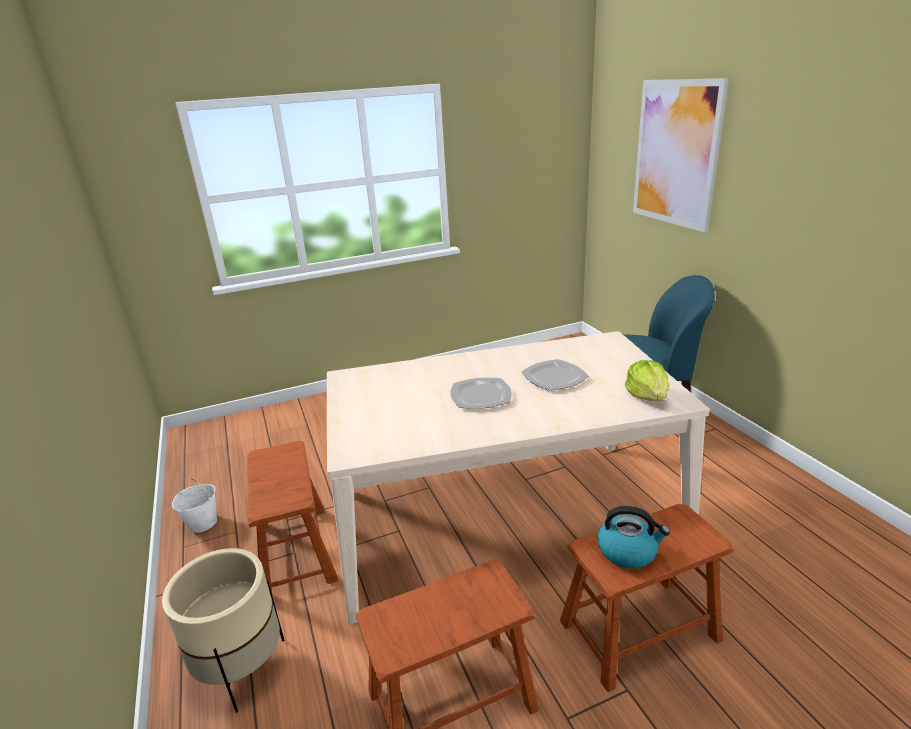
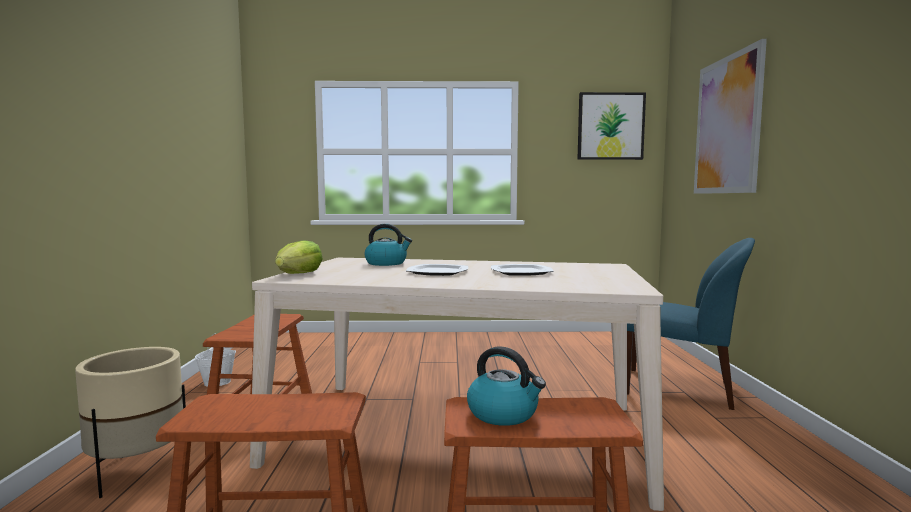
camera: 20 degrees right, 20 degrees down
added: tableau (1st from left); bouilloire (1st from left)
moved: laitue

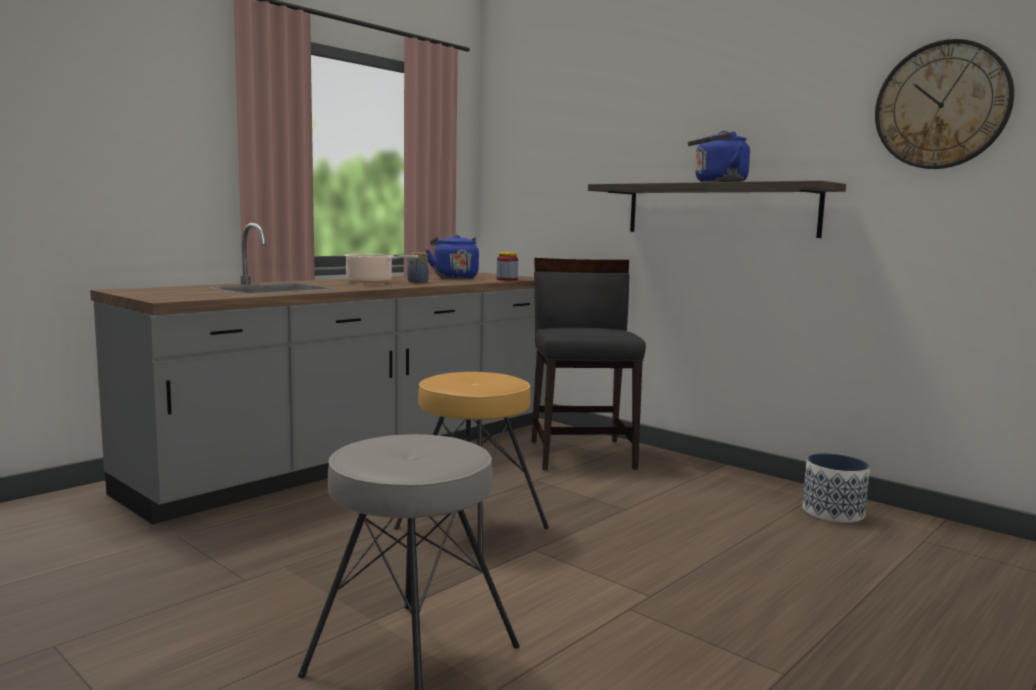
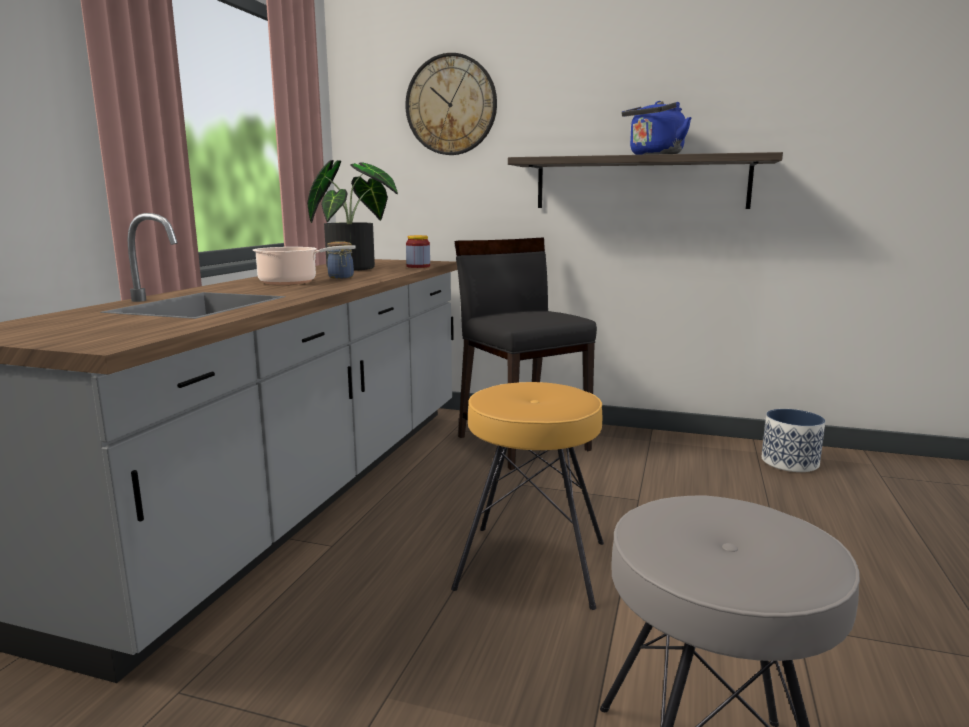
camera: 25 degrees left, 5 degrees up
moved: horloge murale
replaced: bouilloire [bleu] (1st from left) to plante en pot

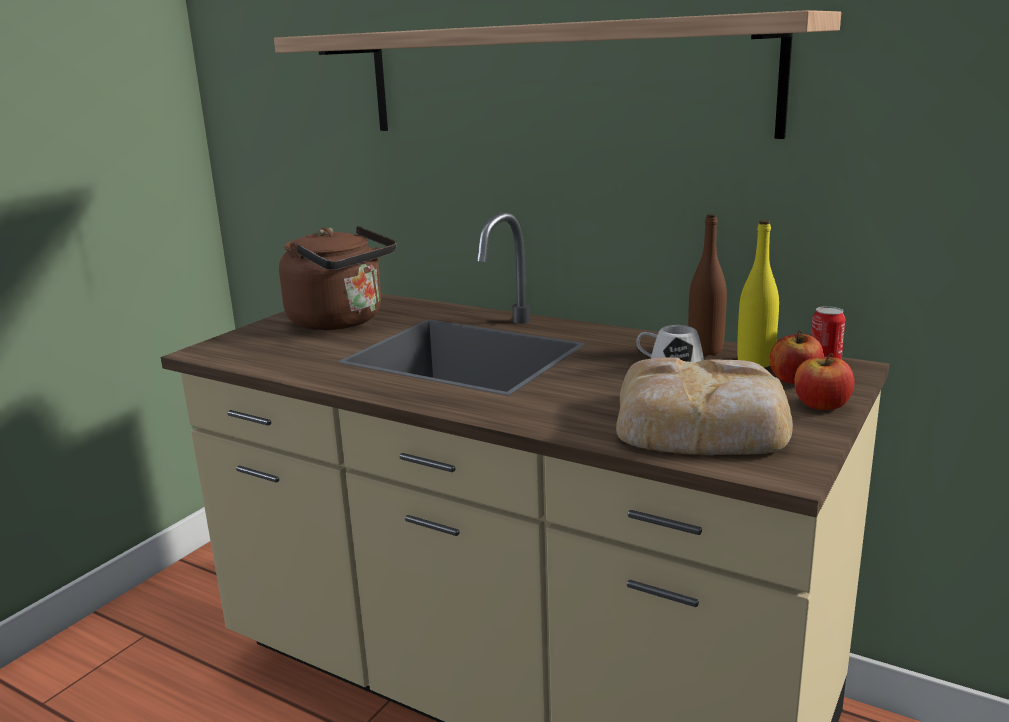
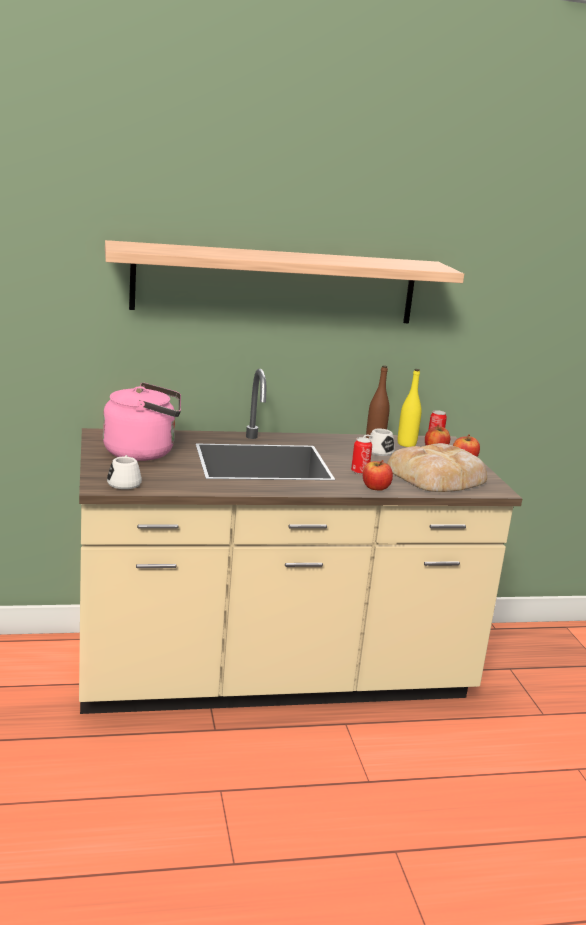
camera: 45 degrees left, 0 degrees up
added: boîte métallique (1st from left); mug [blanc] (1st from left); pomme (1st from left)
recoloured: bouilloire [marron] to bouilloire [rose]

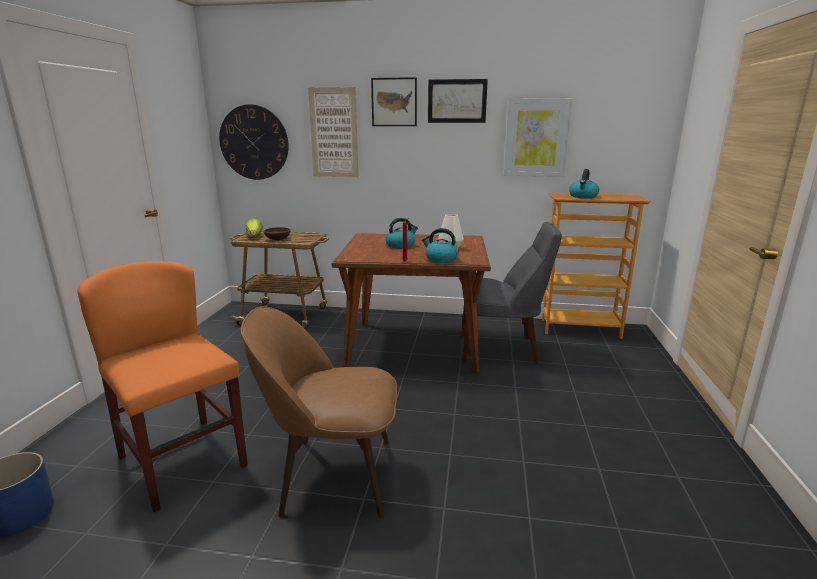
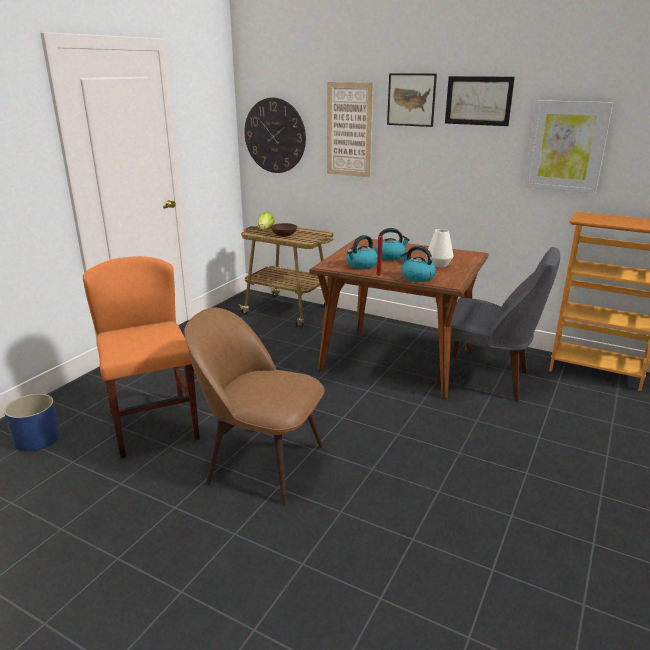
camera: 20 degrees right, 5 degrees up
moved: bouilloire (3rd from left in the first image) to bouilloire (1st from left)

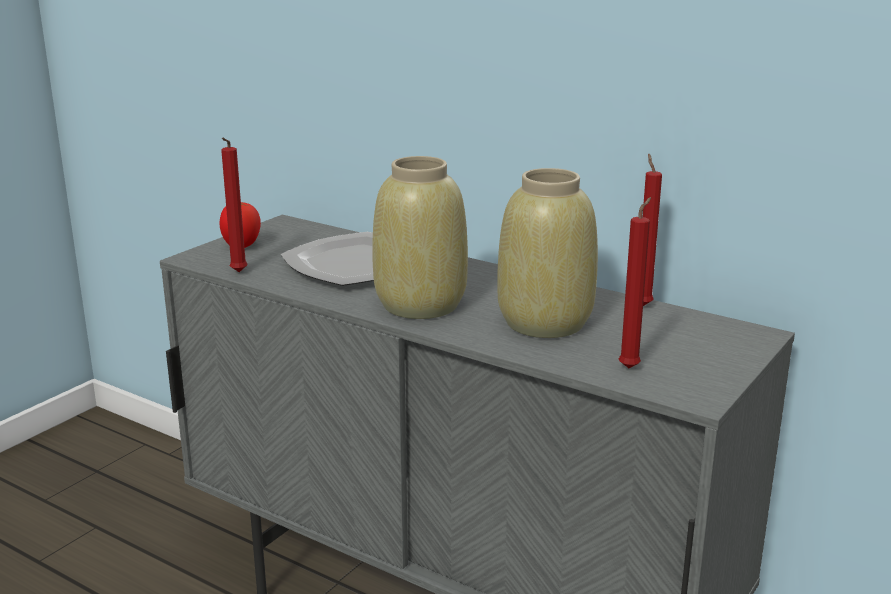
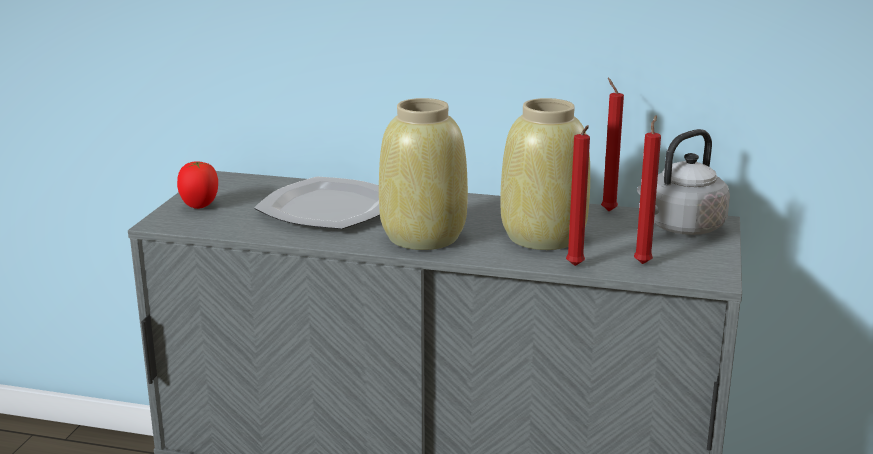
camera: 20 degrees left, 0 degrees up
added: bouilloire [gris]
moved: bougie [rouge] (1st from left)

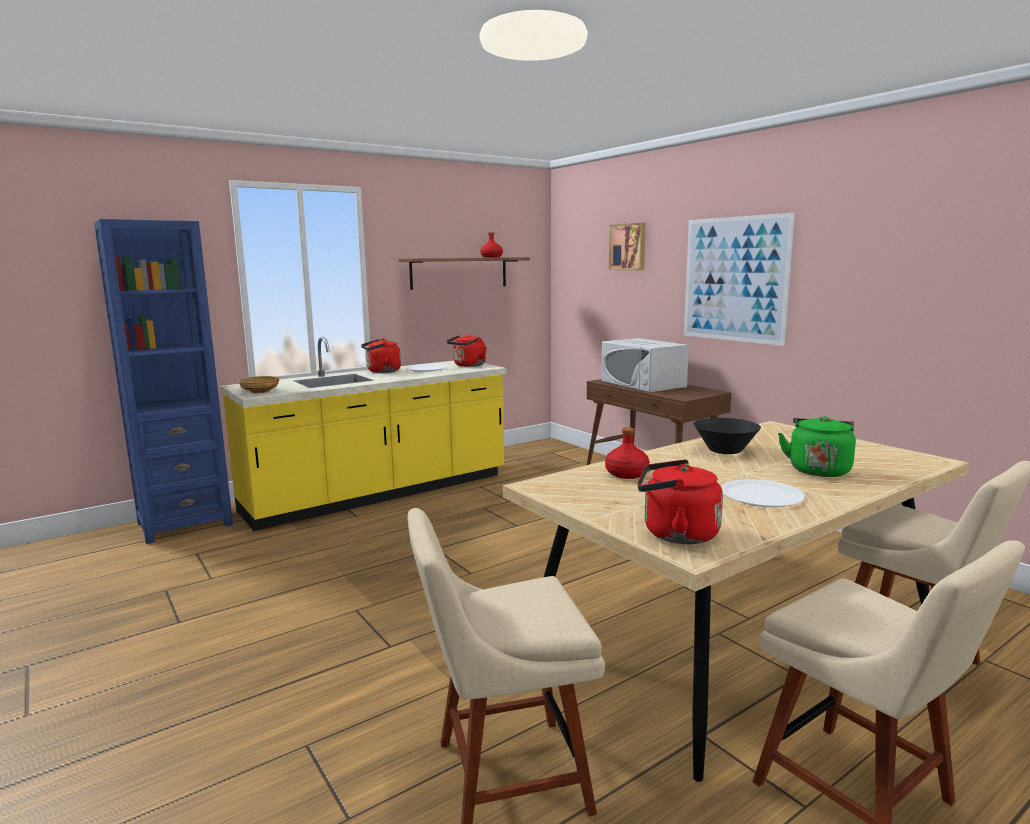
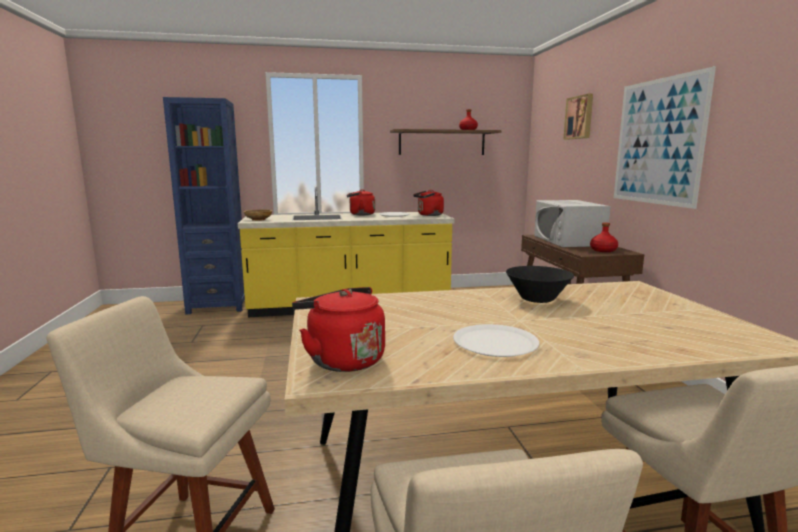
camera: 25 degrees right, 0 degrees up
removed: bouilloire [vert]
moved: bouteille [rouge] (2nd from left)

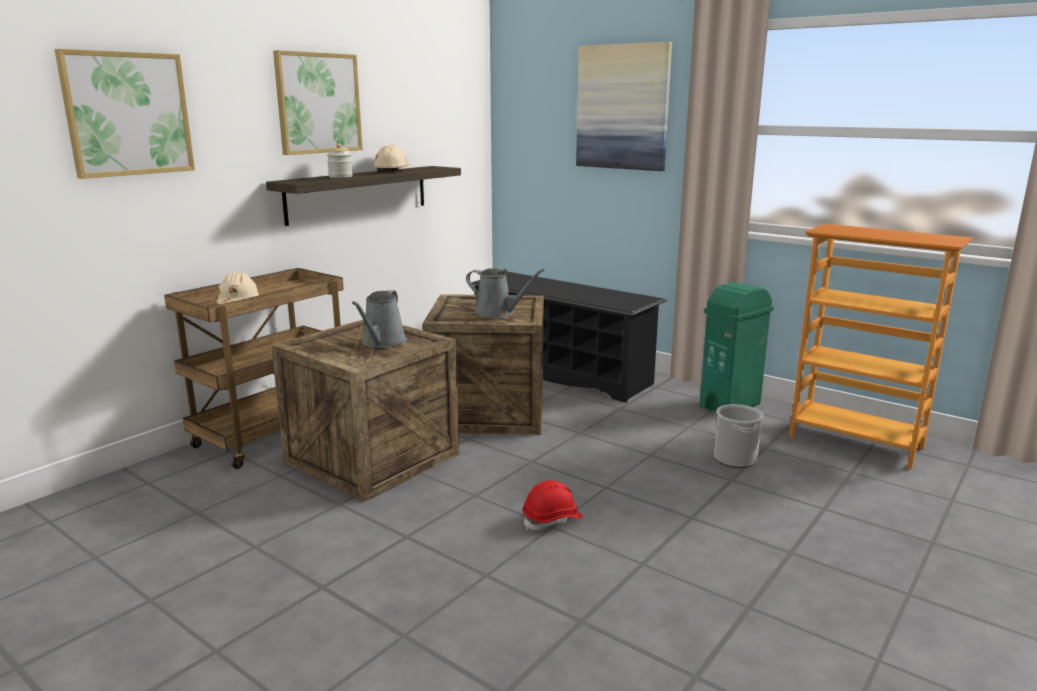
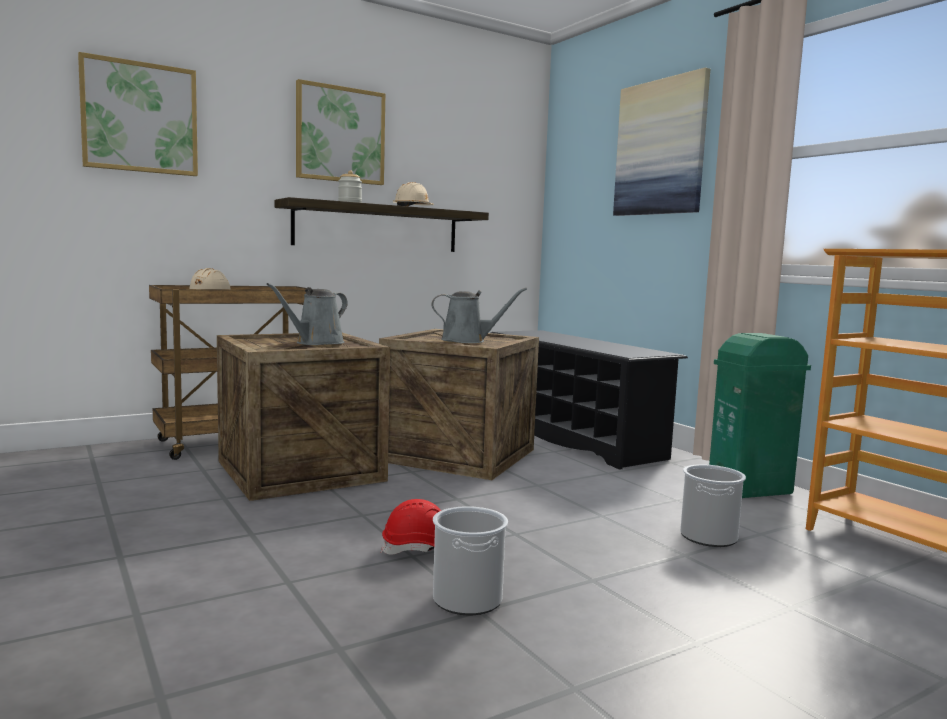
camera: 20 degrees right, 10 degrees down
added: seau (1st from left)
turned: arrosoir [gris] (2nd from left) 45 degrees counterclockwise

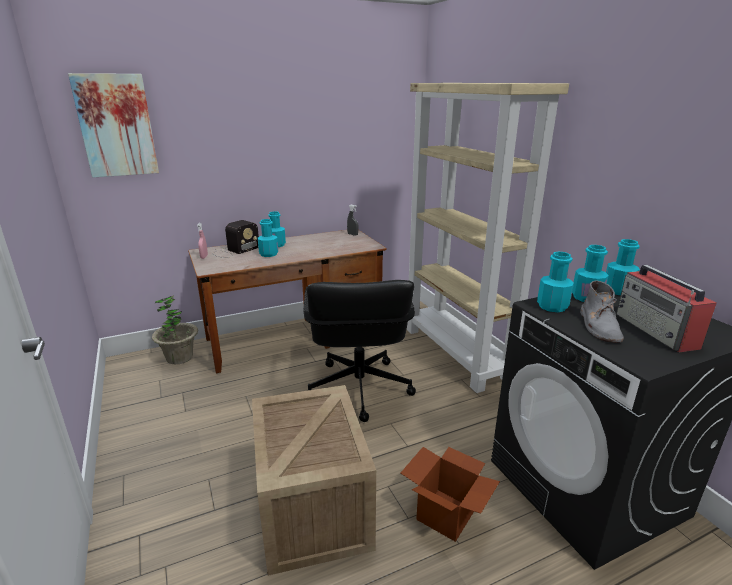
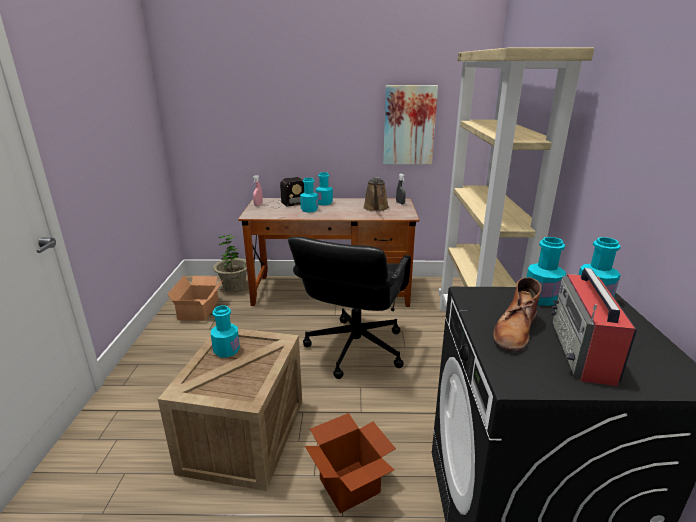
camera: 25 degrees right, 0 degrees up
added: arrosoir [marron]; carton (1st from left)
moved: tableau; bouteille [turquoise] (3rd from left in the first image) to bouteille [turquoise] (1st from left)
recoloured: botte [gris] to botte [marron]

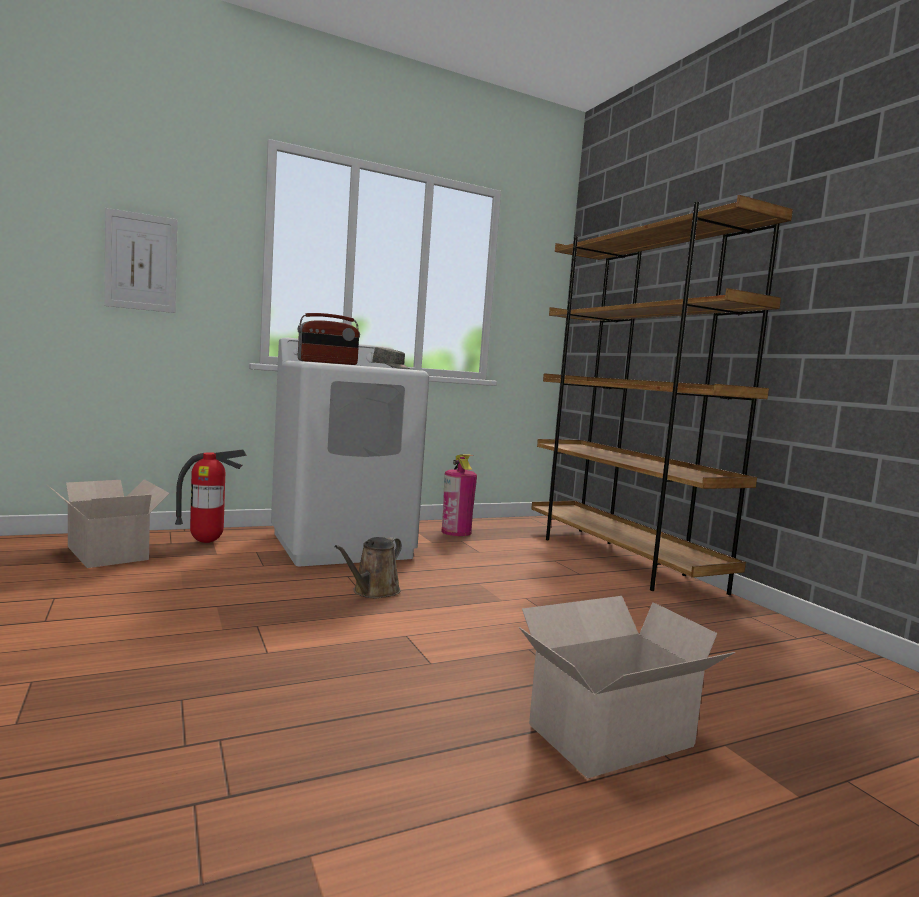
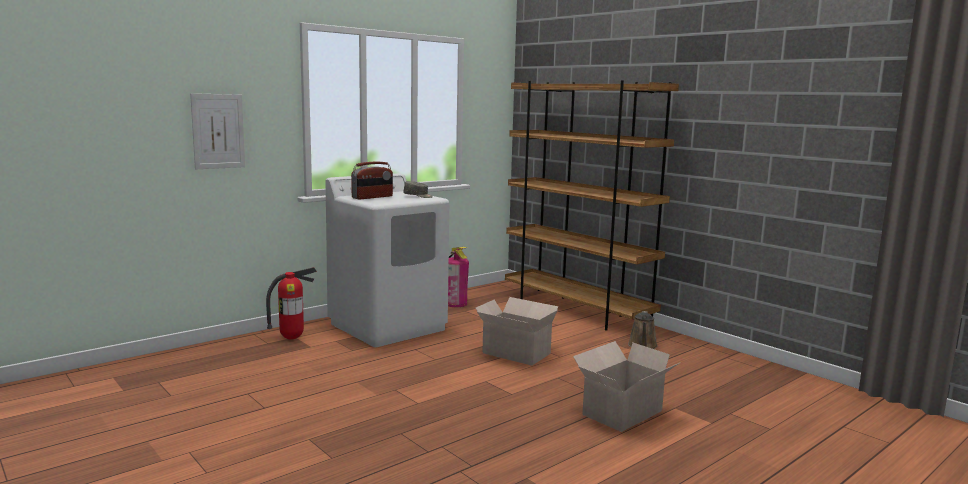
camera: 15 degrees left, 5 degrees up
moved: carton (1st from left); arrosoir [marron]

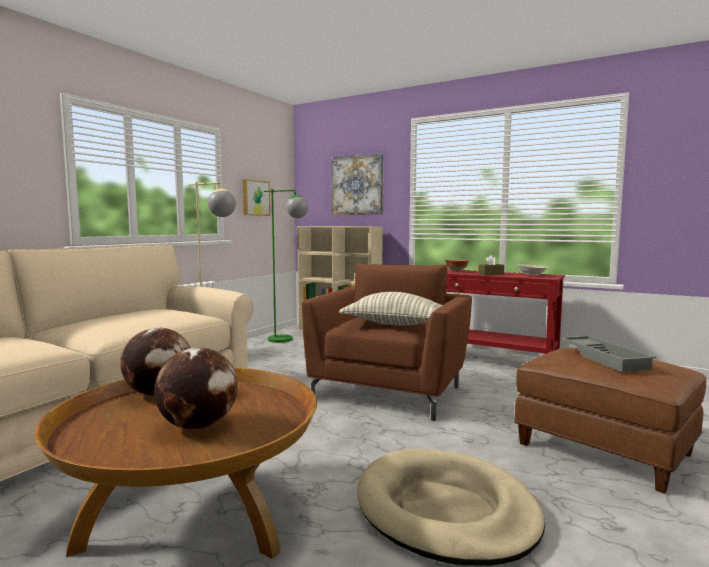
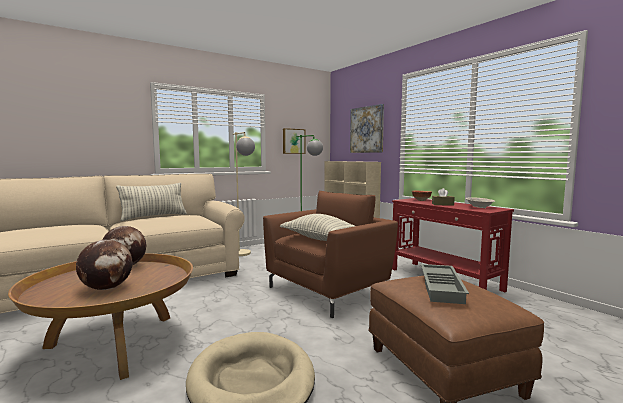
camera: 25 degrees right, 0 degrees up
added: coussin (1st from left)

